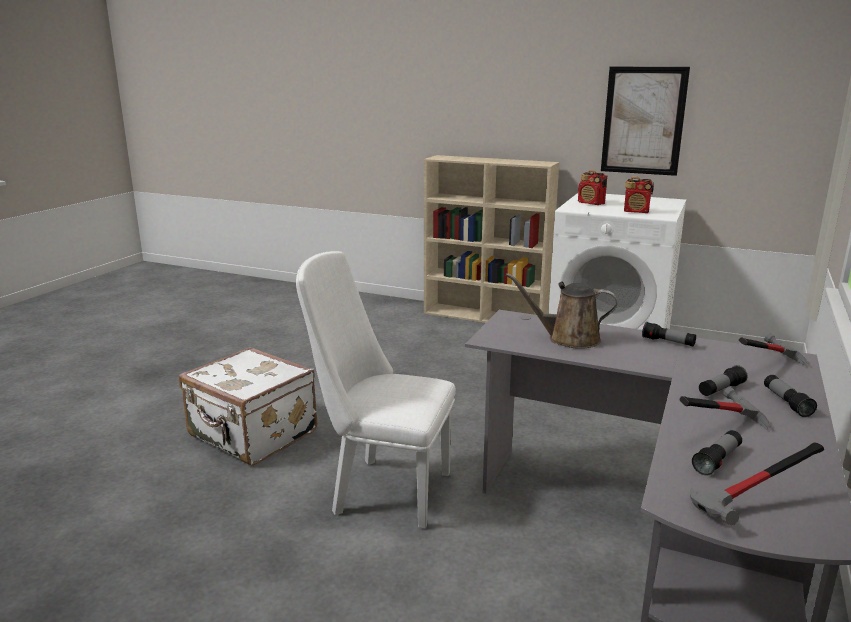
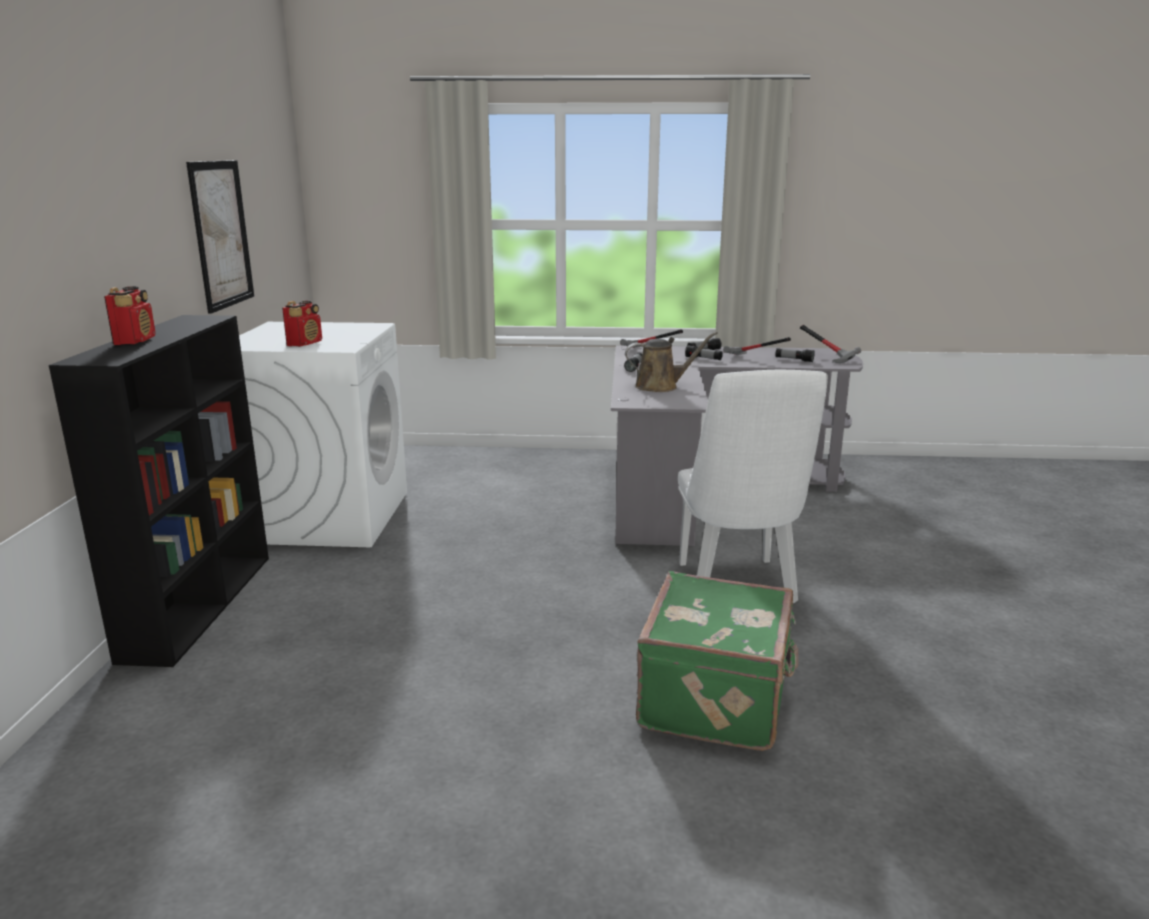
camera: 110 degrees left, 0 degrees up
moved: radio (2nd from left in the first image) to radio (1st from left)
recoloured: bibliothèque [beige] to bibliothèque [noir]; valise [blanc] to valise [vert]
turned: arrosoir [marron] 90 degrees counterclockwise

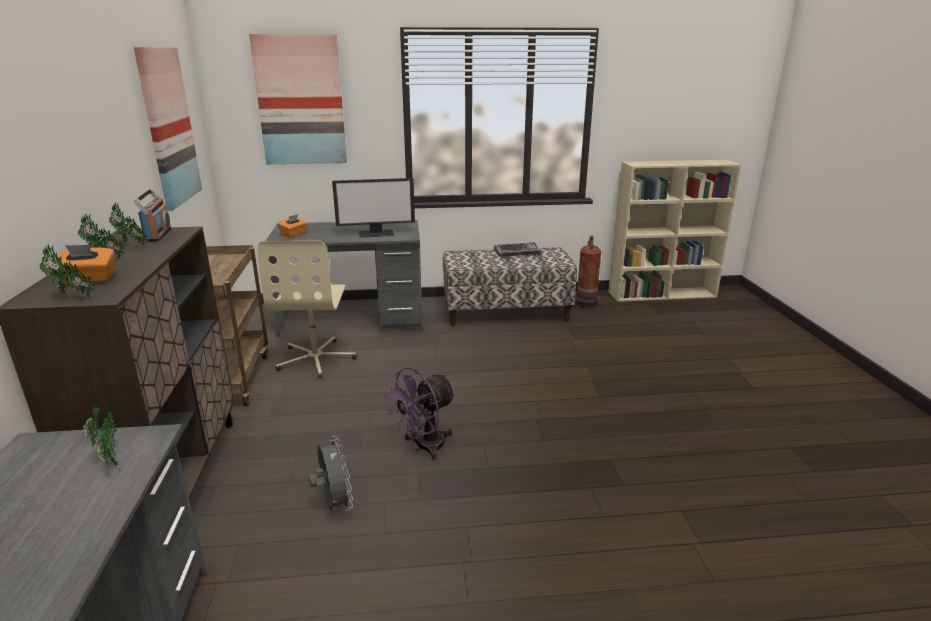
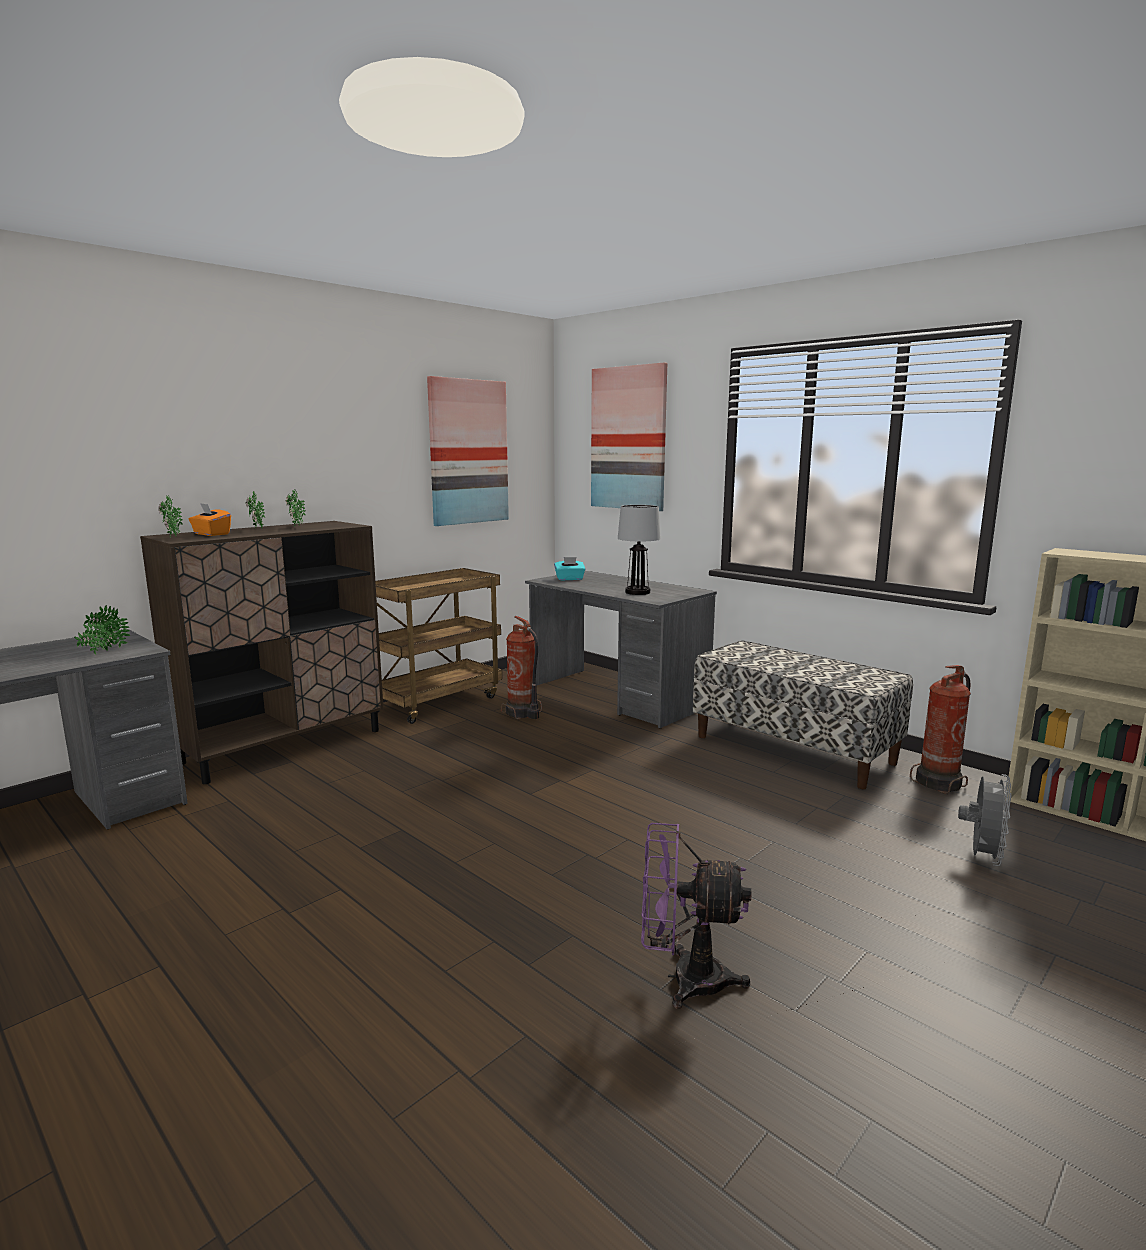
camera: 50 degrees right, 10 degrees down
removed: radio; clavier
moved: ventilateur [violet]; ventilateur [gris]
replaced: écran d'ordinateur to lampe de table; chaise de bureau [beige] to extincteur (1st from left)
recoloured: boîte à mouchoirs [orange] (2nd from left) to boîte à mouchoirs [turquoise]

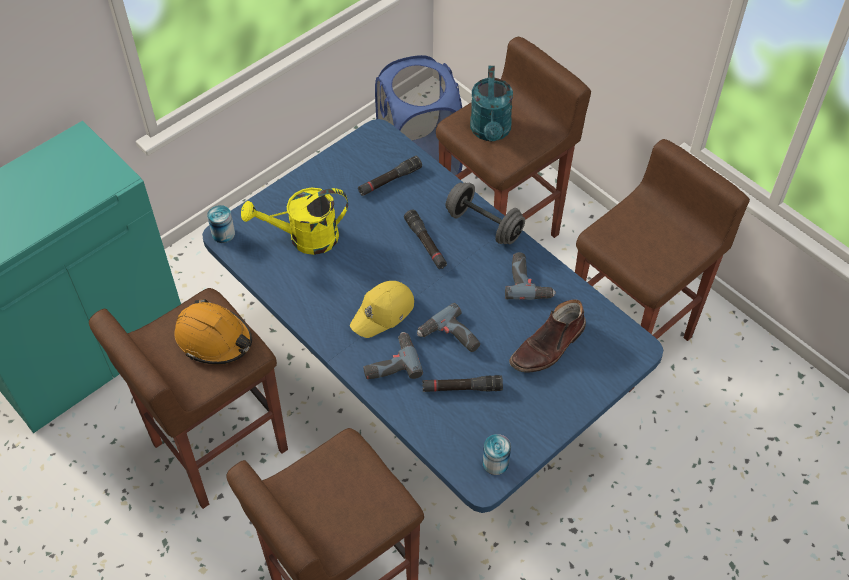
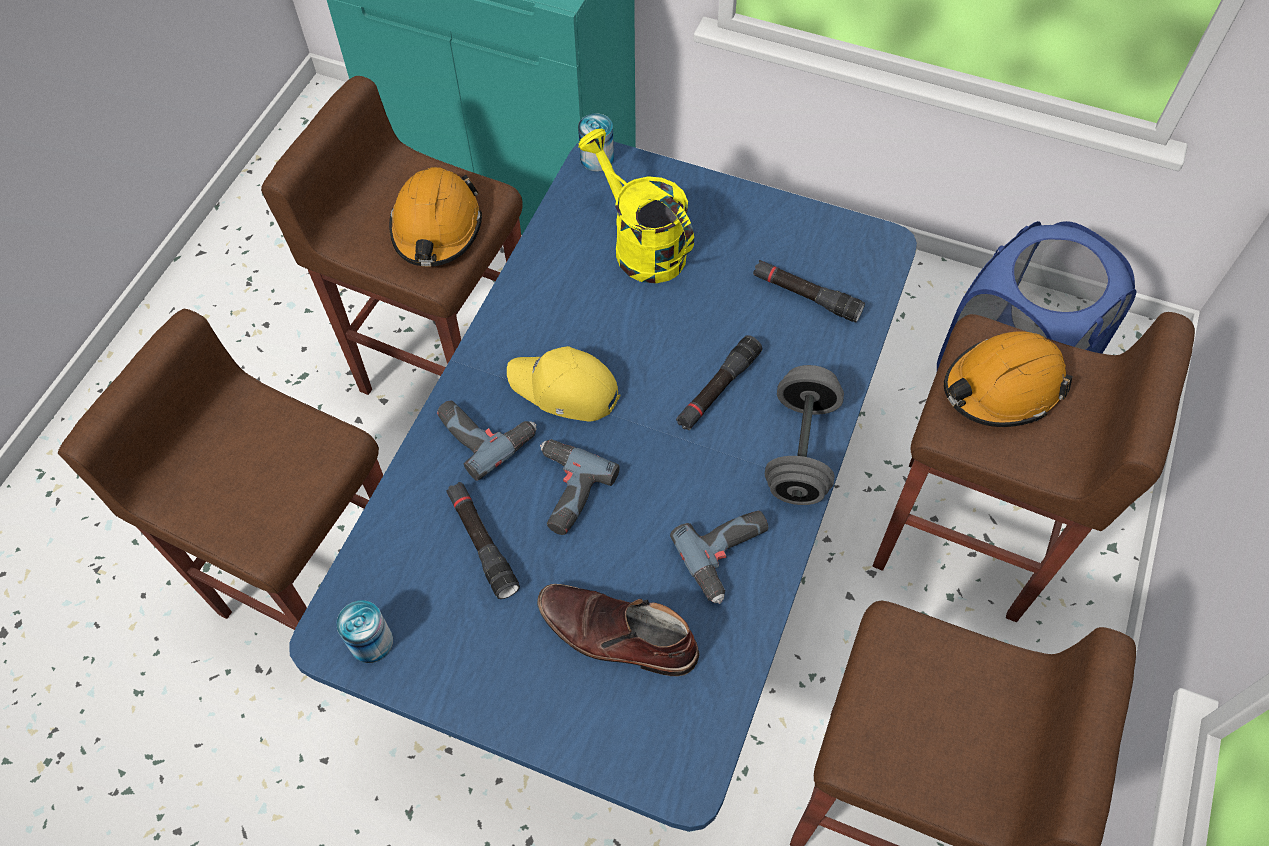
camera: 65 degrees right, 5 degrees up
replaced: arrosoir [turquoise] to casque de chantier [orange] (2nd from left)

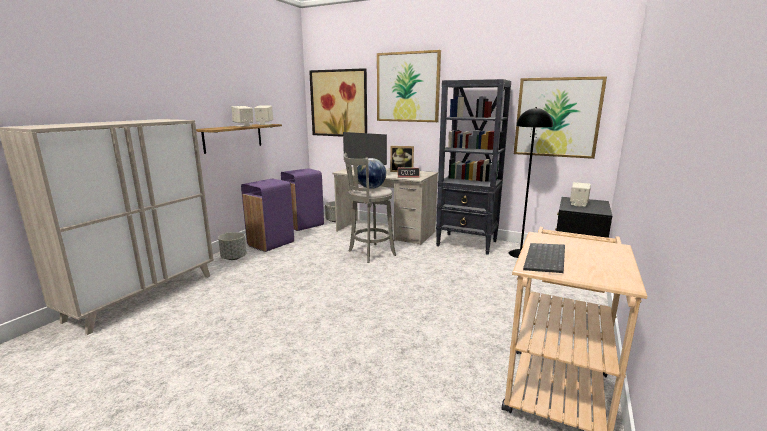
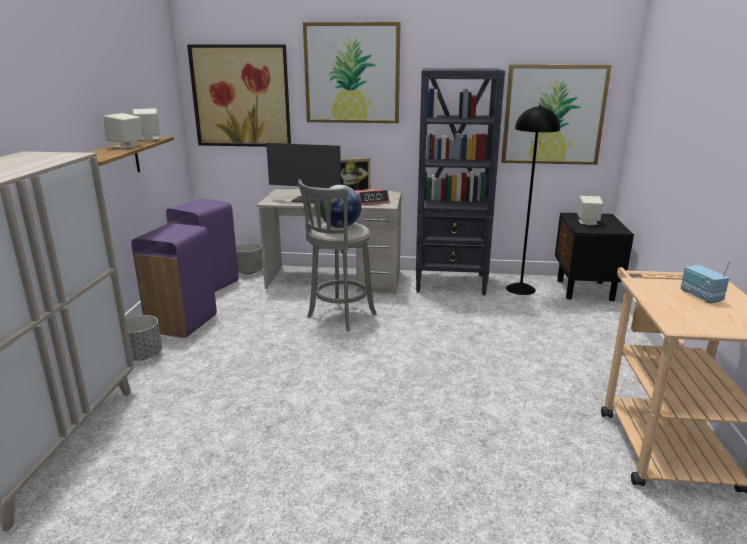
camera: 20 degrees left, 5 degrees up
removed: clavier
added: radio

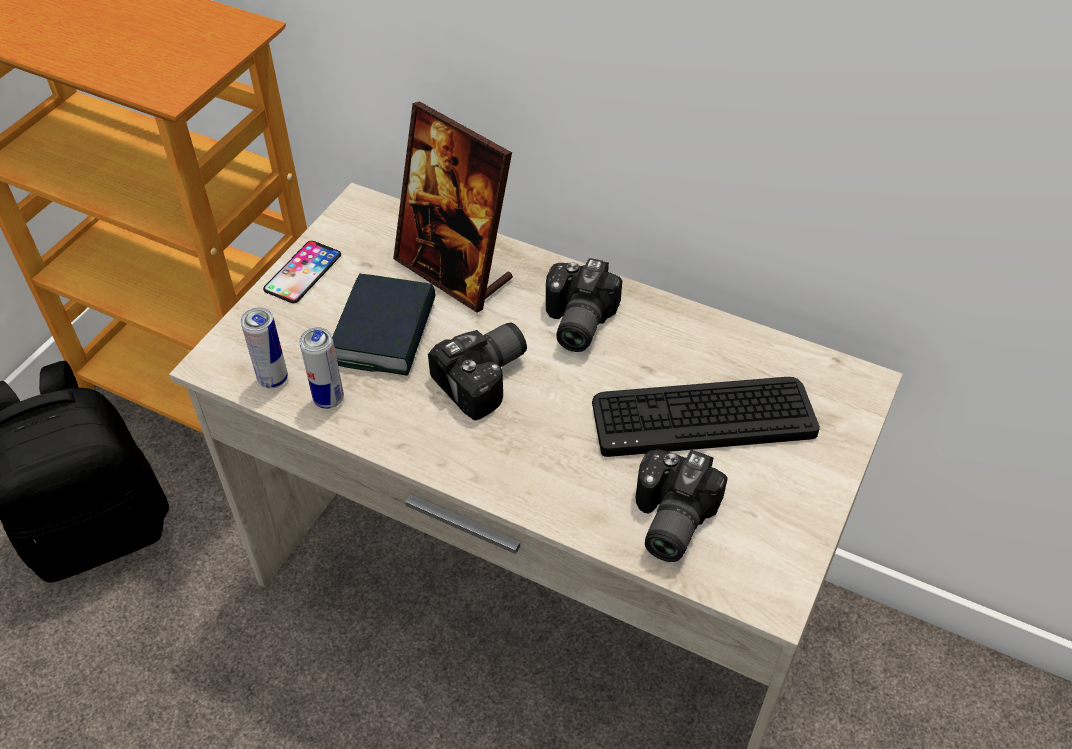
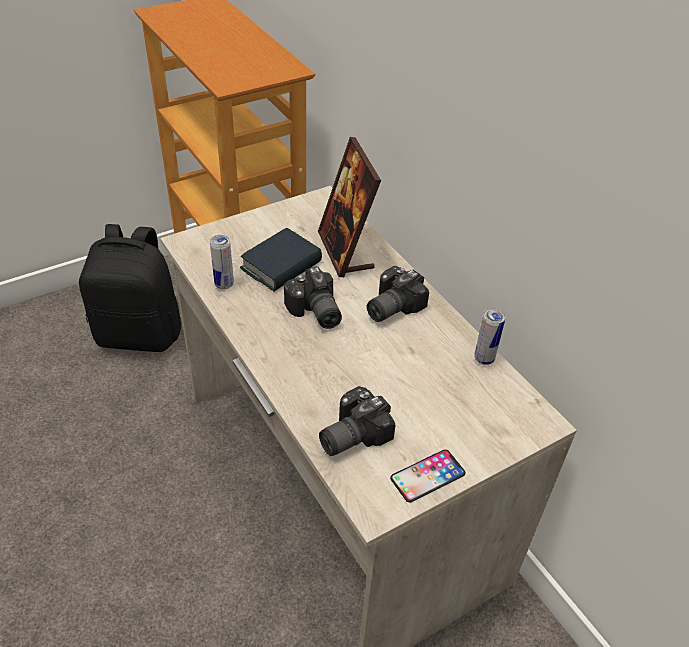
camera: 30 degrees right, 5 degrees down
removed: clavier
moved: téléphone; boîte métallique (1st from left in the first image) to boîte métallique (2nd from left)
turned: appareil photo (1st from left) 75 degrees clockwise

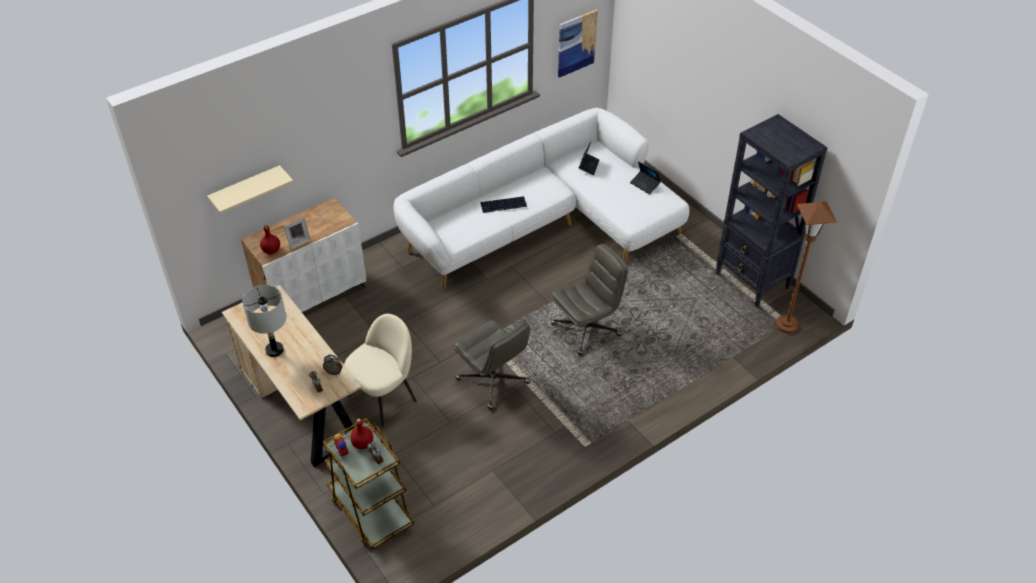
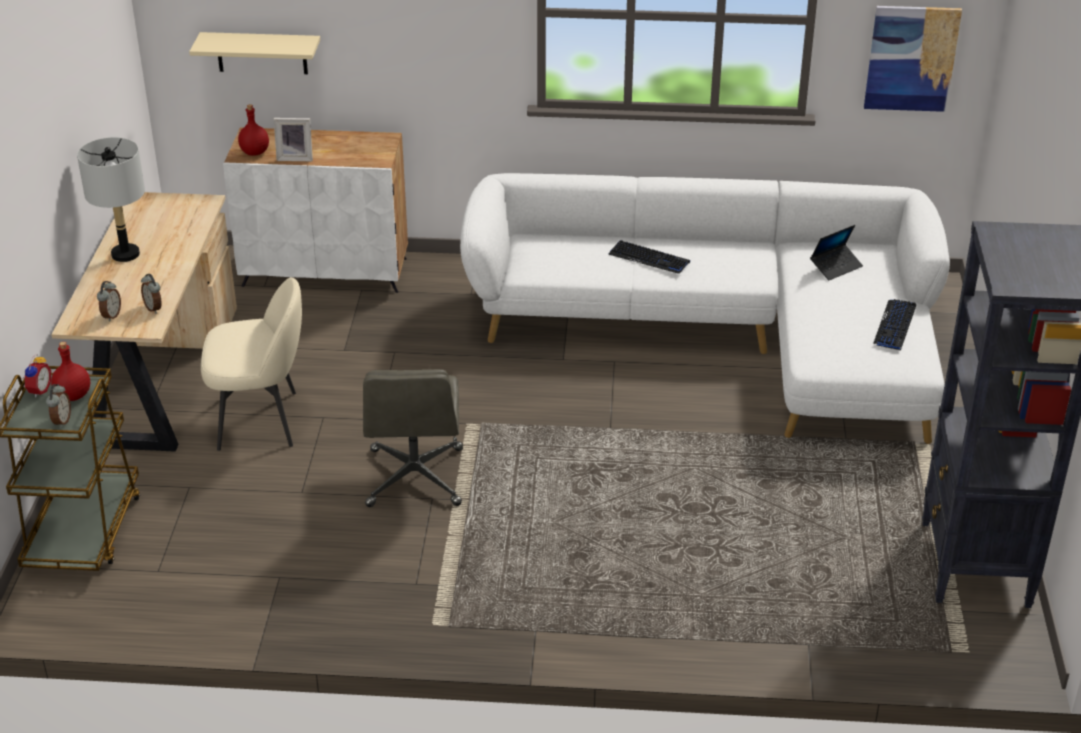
camera: 40 degrees right, 10 degrees down
removed: lampadaire [marron]; chaise de bureau [gris] (2nd from left)
replaced: ordinateur portable (2nd from left) to clavier (2nd from left)

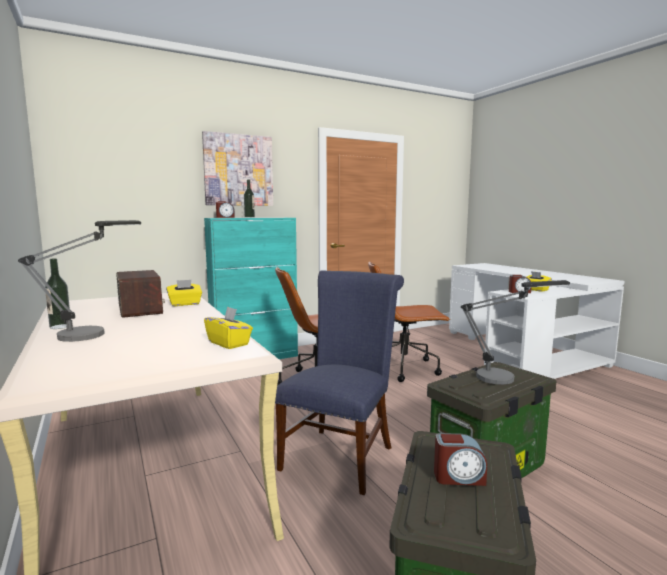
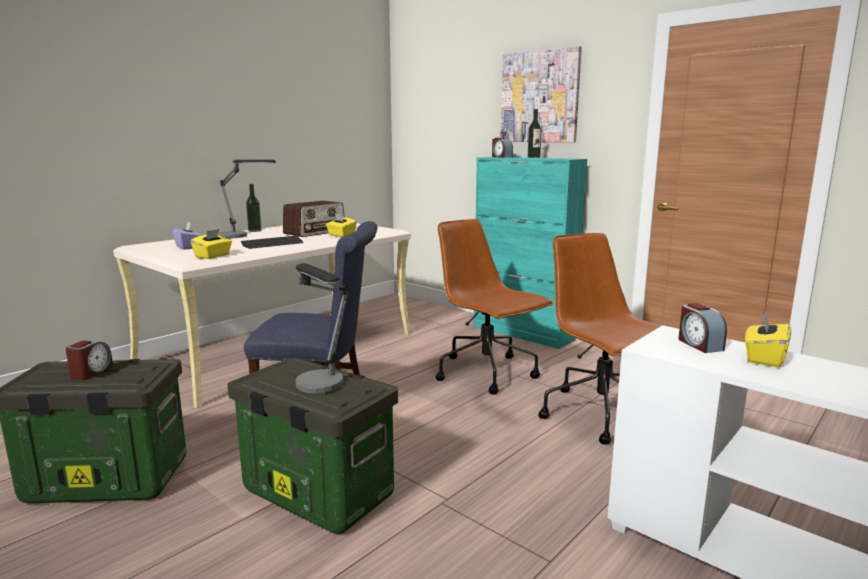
camera: 70 degrees right, 5 degrees up
added: boîte à mouchoirs [violet]; clavier
turned: réveil (2nd from left in the first image) 150 degrees counterclockwise

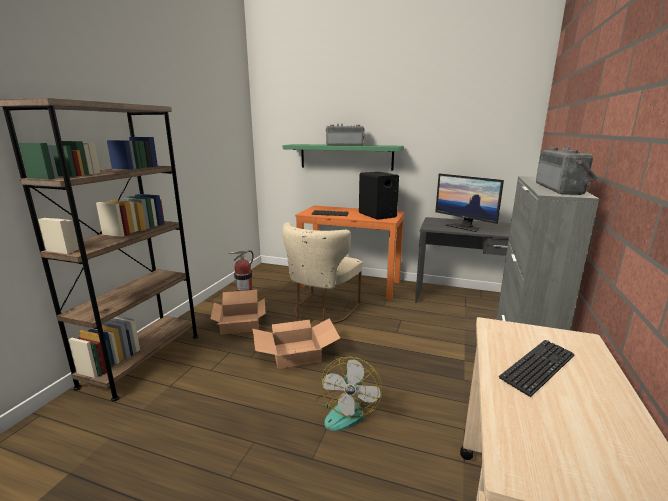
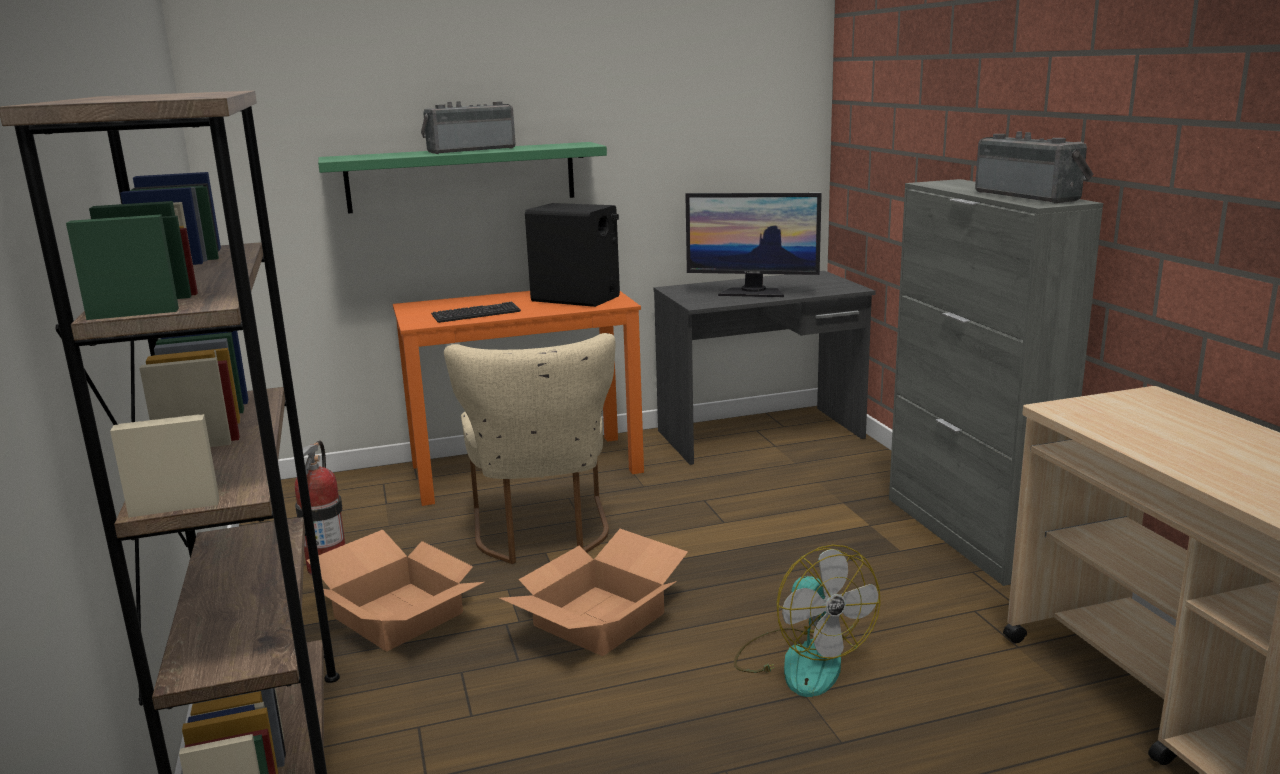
camera: 35 degrees left, 0 degrees up
removed: clavier (2nd from left)

